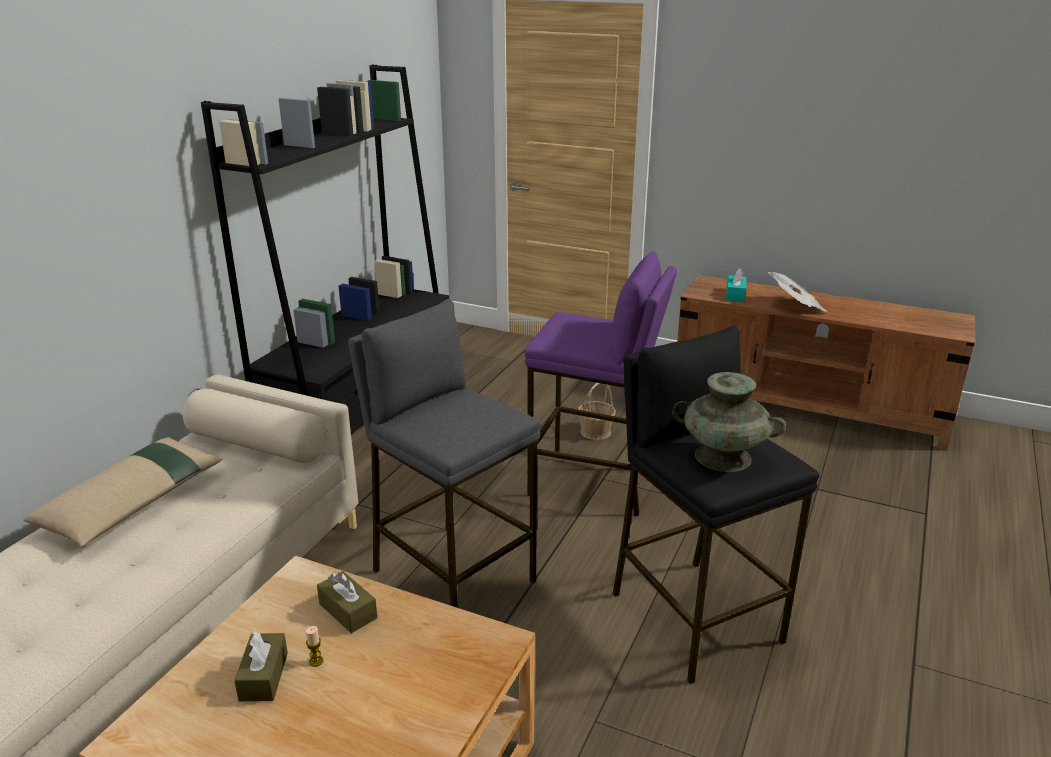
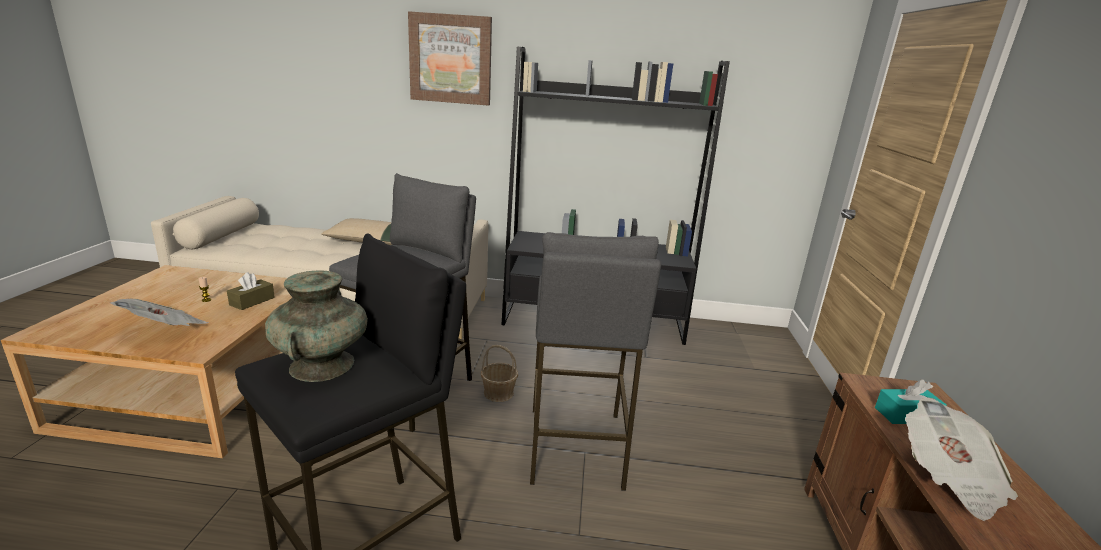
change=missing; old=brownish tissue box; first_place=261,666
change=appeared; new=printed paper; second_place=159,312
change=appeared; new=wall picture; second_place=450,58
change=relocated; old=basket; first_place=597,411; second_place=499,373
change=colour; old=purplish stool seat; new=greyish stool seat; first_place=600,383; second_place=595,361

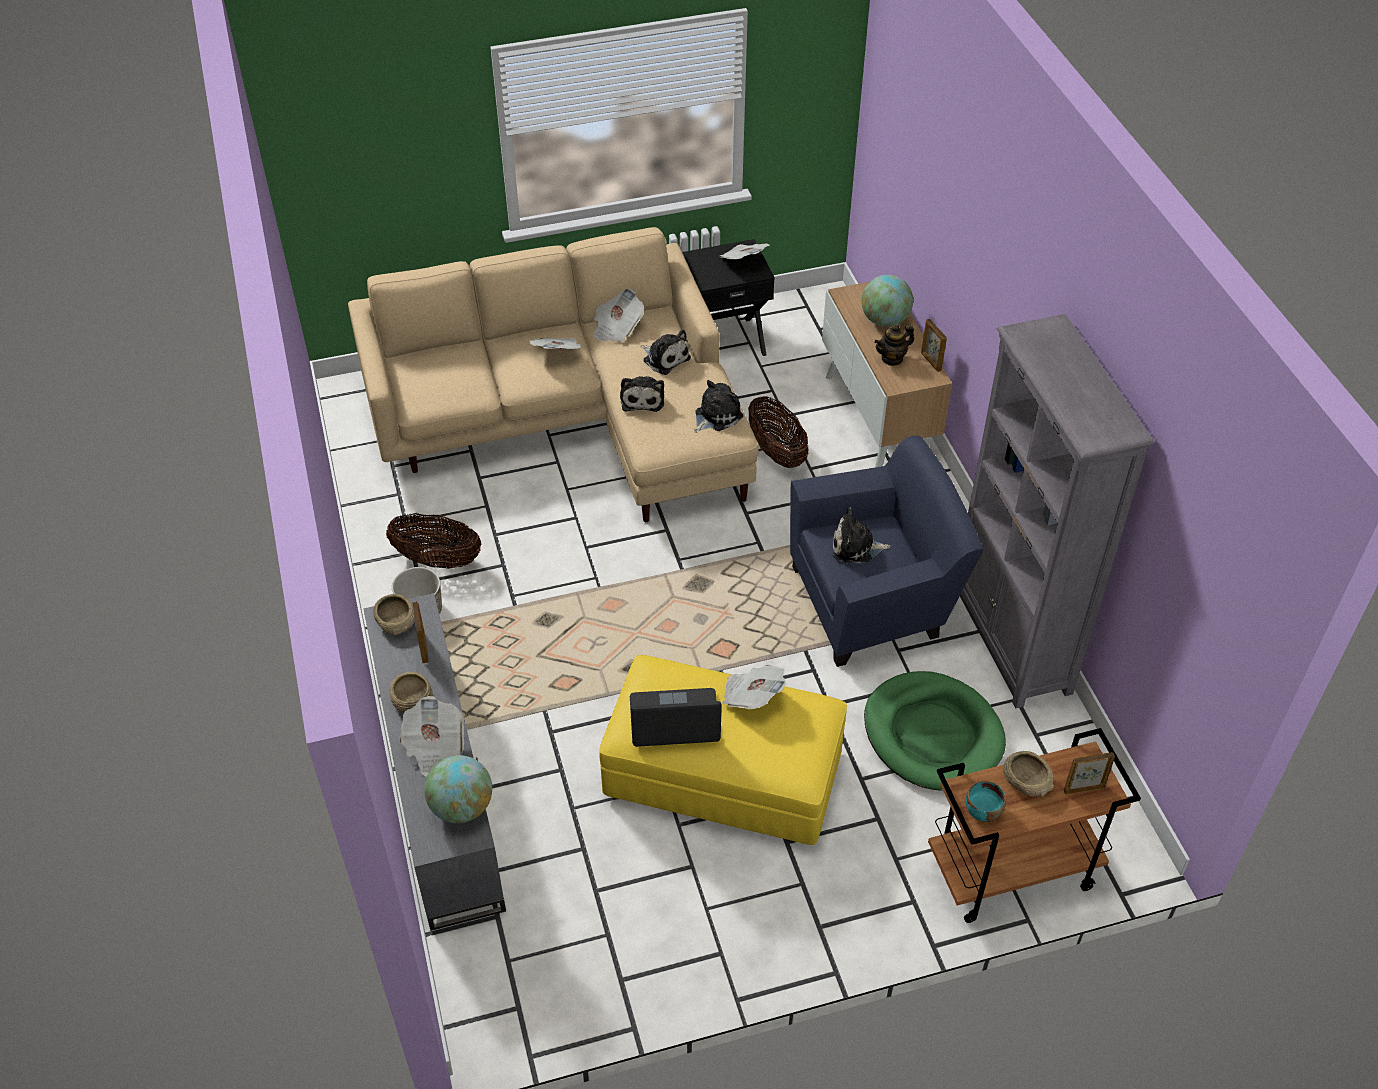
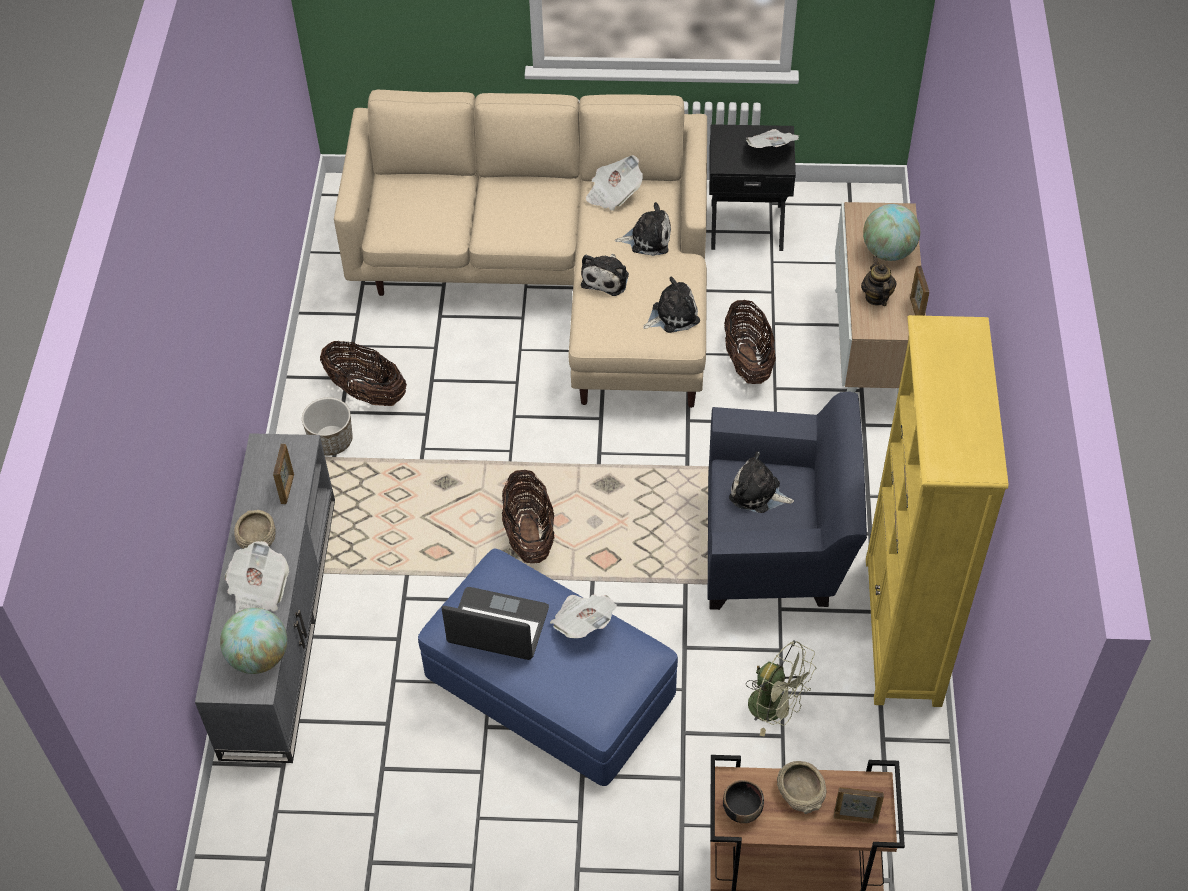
change=missing; old=beige-coloured deep dish; first_place=394,614
change=missing; old=printed paper; first_place=555,343
change=appeared; new=basket; second_place=528,516
change=exchanged; old=green pet bed; new=green cooling fan; first_place=935,731; second_place=781,689
change=colour; old=yellowish footrest; new=blue footrest; first_place=723,750; second_place=548,667
change=colour; old=greyish bookcase; new=yellowish bookcase; first_place=1057,511; second_place=937,511
change=colour; old=blue-green deep dish; new=black-coloured deep dish; first_place=986,801; second_place=743,801
change=spun; old=soft toy; first_place=666,352; second_place=643,229; degrees=-60
change=spun; old=tea pot; first_place=894,345; second_place=878,281; degrees=90

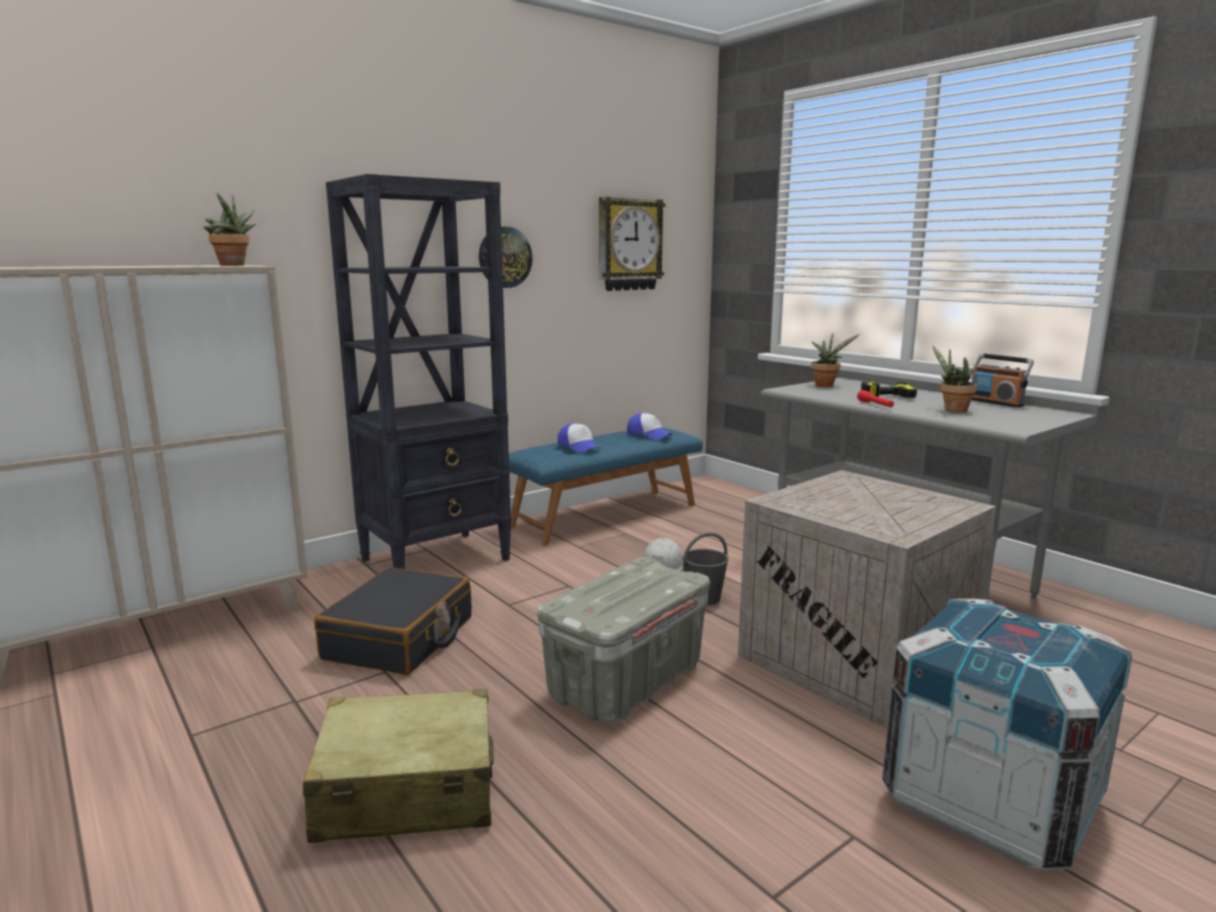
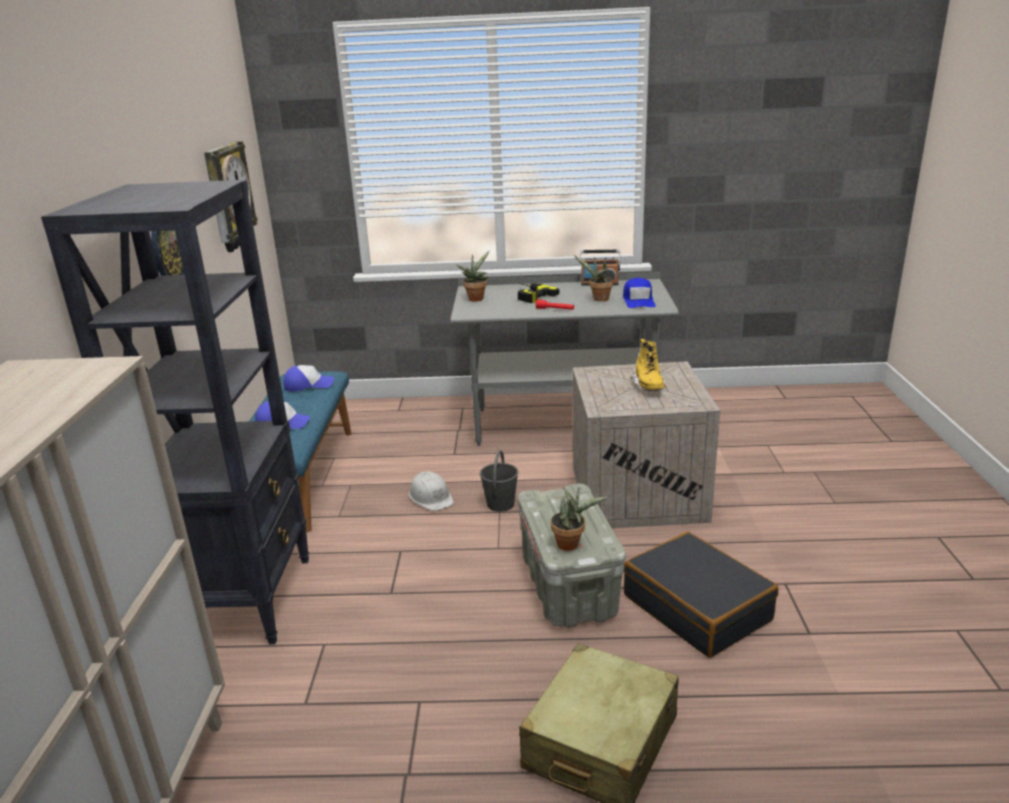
change=missing; old=crate; first_place=1007,734
change=appeared; new=blue peaked cap; second_place=639,293
change=appeared; new=yellowish tall boot; second_place=648,365
change=relocated; old=plant in a pot; first_place=230,229; second_place=579,519
change=relocated; old=black-coloured piece of luggage; first_place=393,621; second_place=701,595

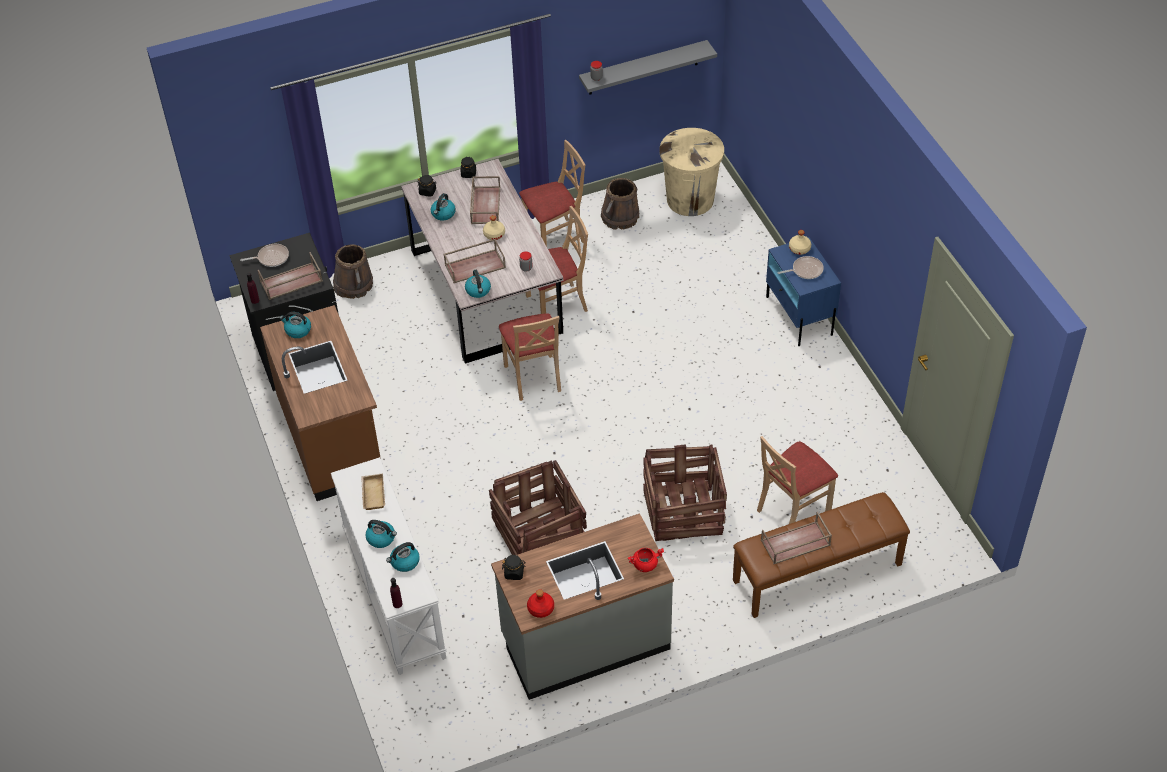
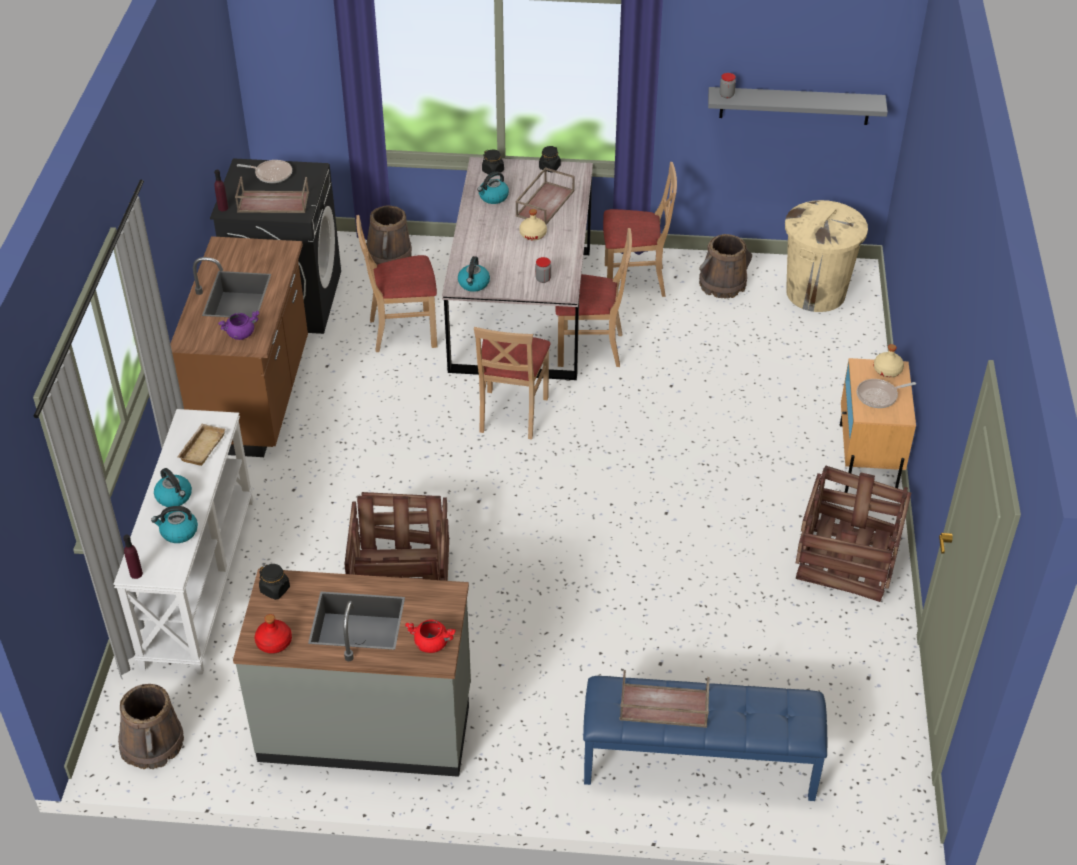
change=missing; old=kettle; first_place=295,325
change=missing; old=brownish carrying tray; first_place=475,261
change=appeared; new=brownish water bucket; second_place=151,726
change=appeared; new=purplish cooking pot; second_place=238,325
change=relocated; old=crate; first_place=685,492; second_place=853,533
change=relocated; old=beige-coloured upright chair; first_place=797,480; second_place=396,283
change=colour; old=brownish long seat; new=blue long seat; first_place=821,555; second_place=705,738
change=colour; old=blue night table; new=beige-coloured night table; first_place=803,291; second_place=878,425
change=spun; old=skillet; first_place=801,267; second_place=886,393; degrees=150

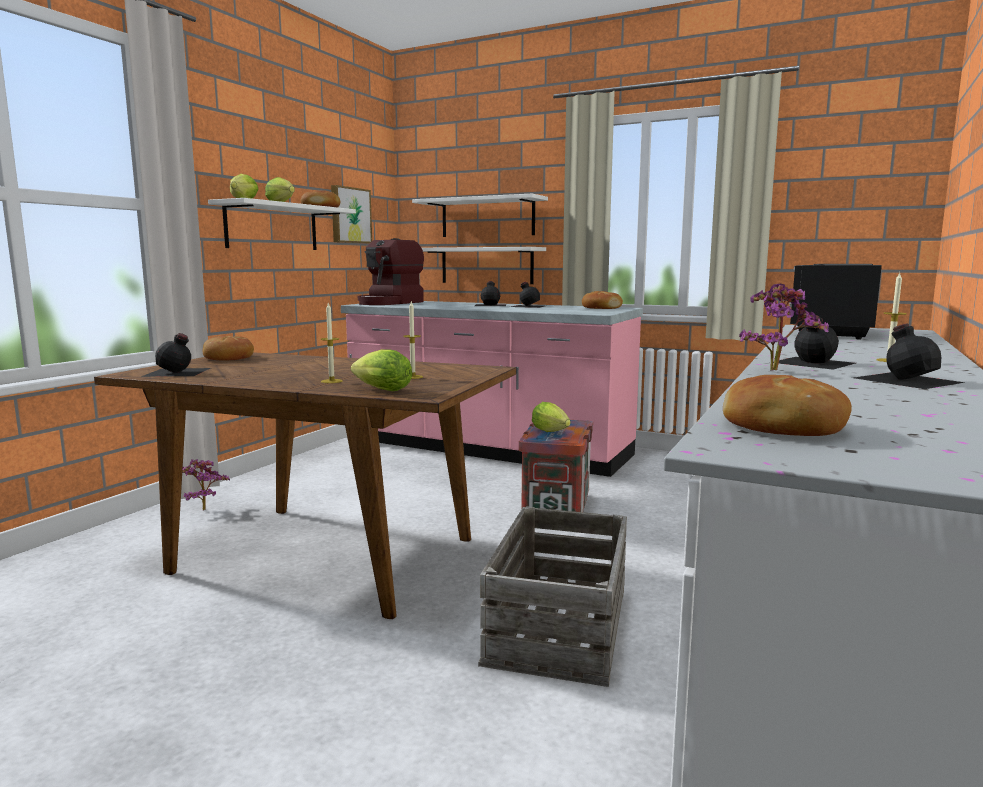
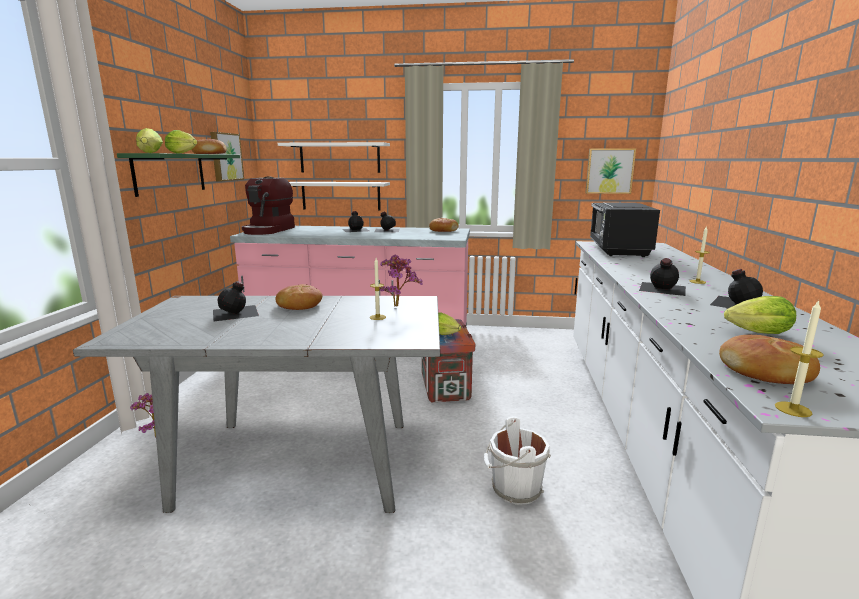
change=appeared; new=wall picture; second_place=610,171
change=relocated; old=black-coloured drink bottle; first_place=176,355; second_place=236,301
change=relocated; old=baked bread; first_place=228,348; second_place=298,297
change=relocated; old=candle; first_place=332,343; second_place=799,358
change=relocated; old=lettuce; first_place=381,370; second_place=760,315
change=relocated; old=plant in a pot; first_place=784,327; second_place=401,281
change=exchanged; old=crate; new=white-coloured water bucket; first_place=552,596; second_place=517,460
change=colour; old=brownish kitchen table; new=greyish kitchen table; first_place=305,485; second_place=256,404
change=colour; old=white-coloured shelf; new=green shelf; first_place=282,224; second_place=178,175

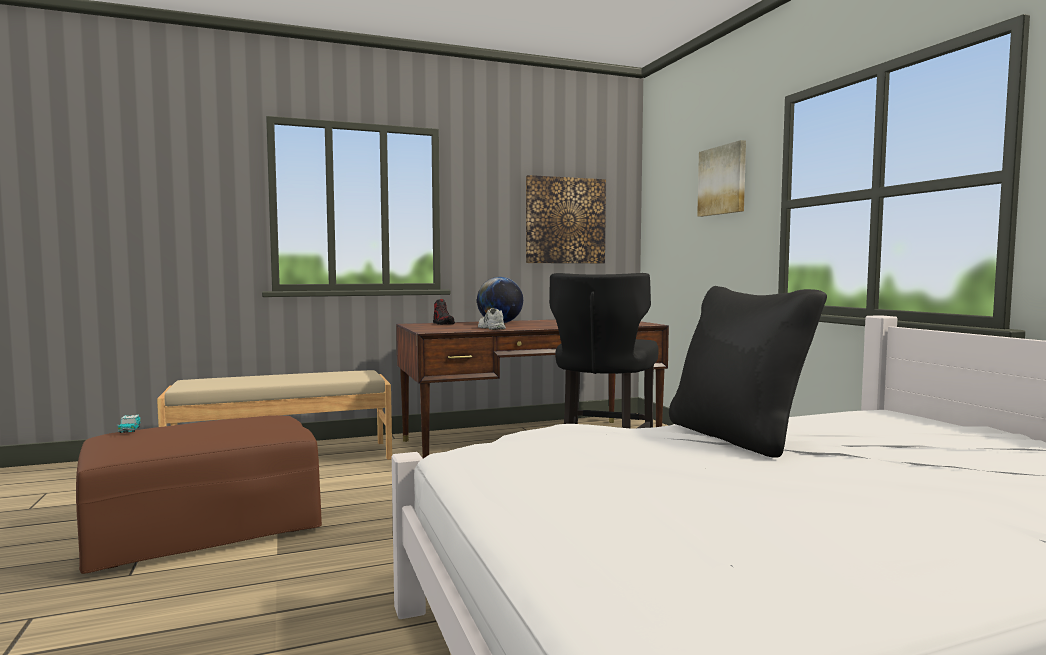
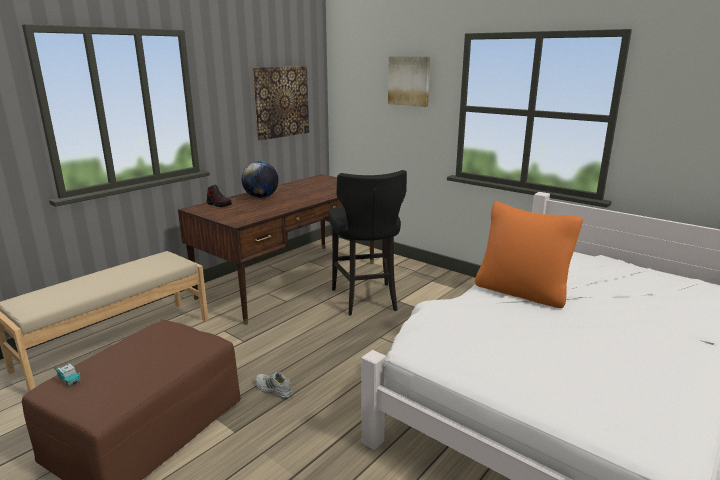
change=relocated; old=white-coloured item of footwear; first_place=492,319; second_place=275,385
change=colour; old=black-coloured pillow; new=orange pillow; first_place=748,372; second_place=529,255

